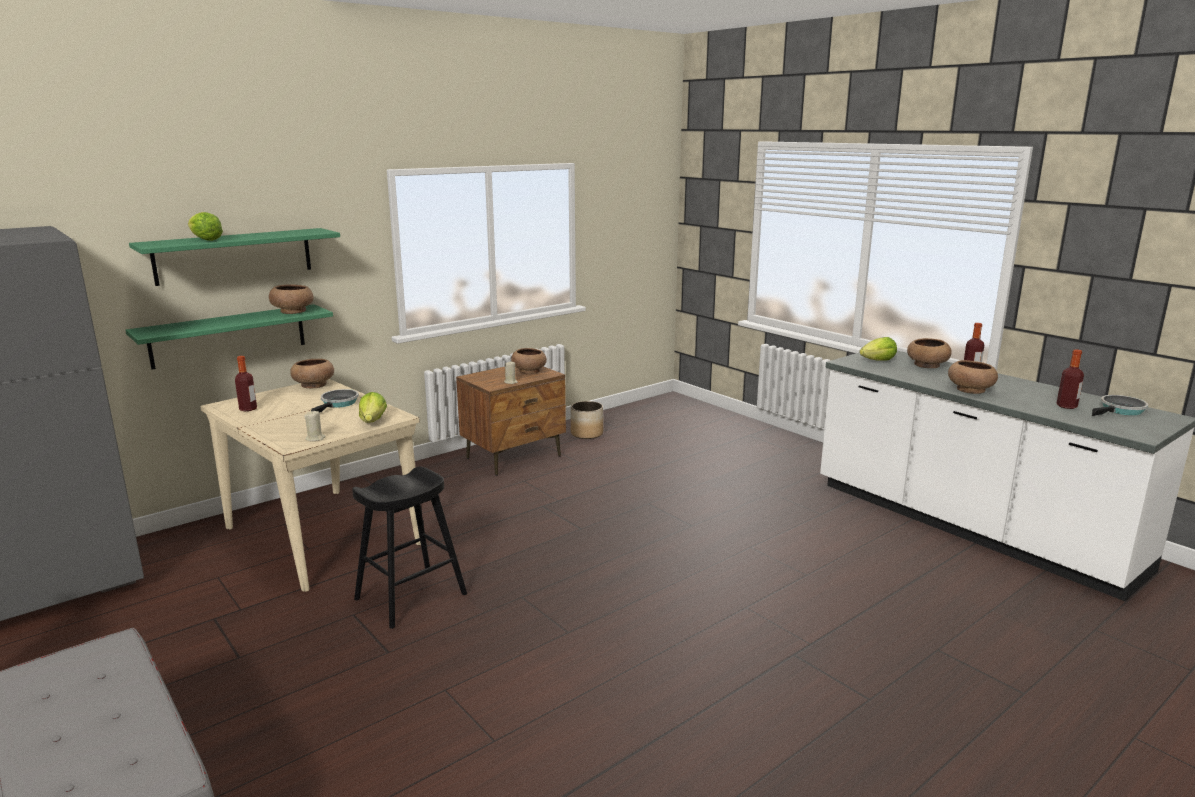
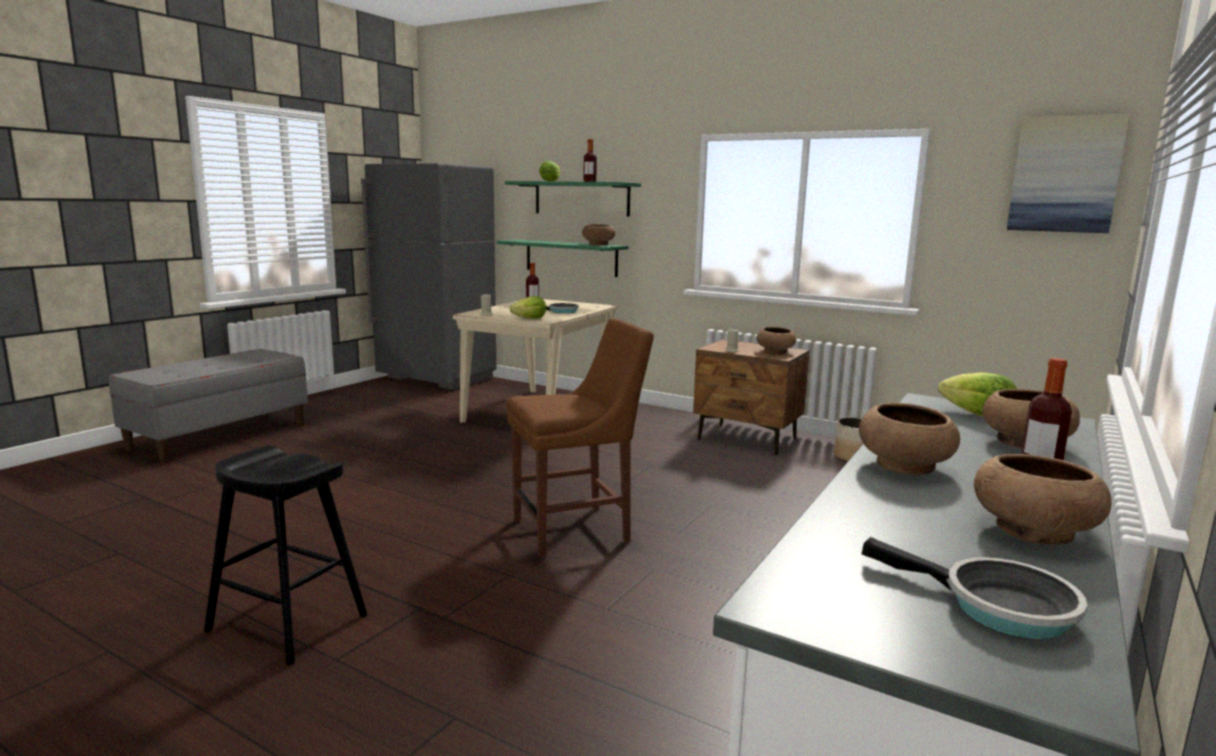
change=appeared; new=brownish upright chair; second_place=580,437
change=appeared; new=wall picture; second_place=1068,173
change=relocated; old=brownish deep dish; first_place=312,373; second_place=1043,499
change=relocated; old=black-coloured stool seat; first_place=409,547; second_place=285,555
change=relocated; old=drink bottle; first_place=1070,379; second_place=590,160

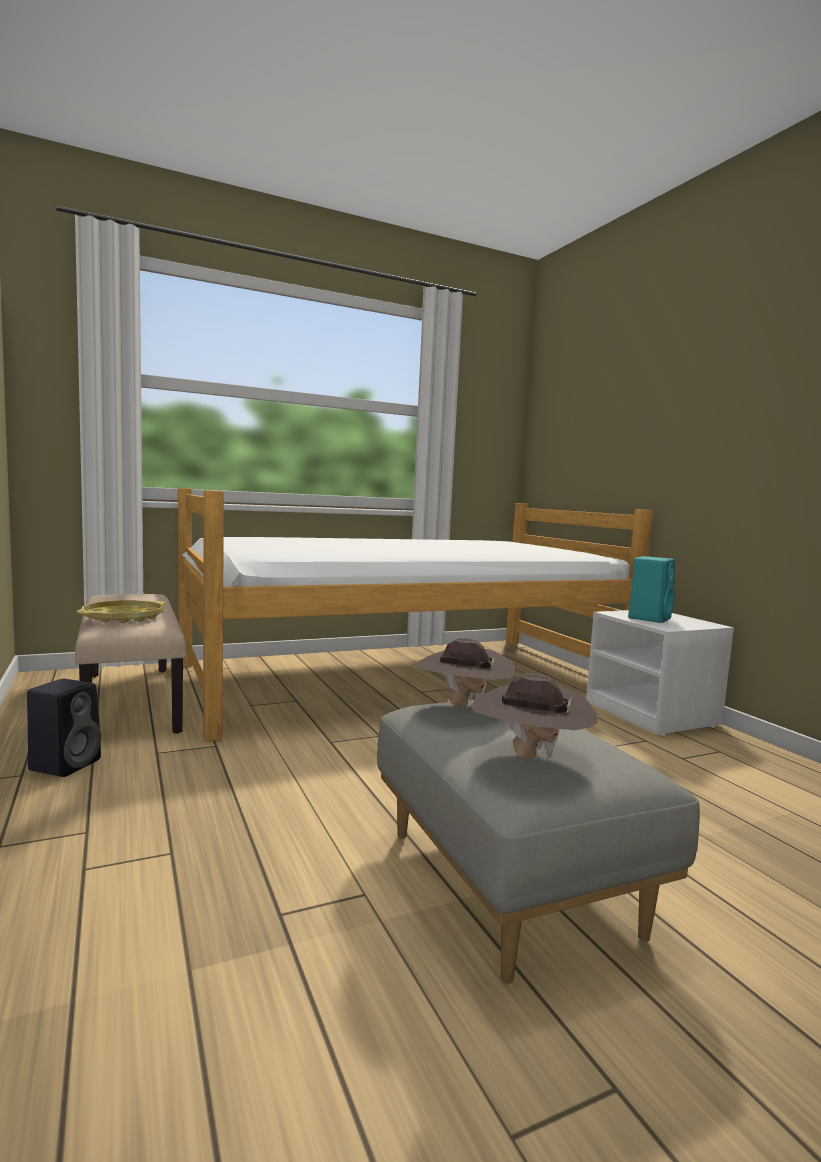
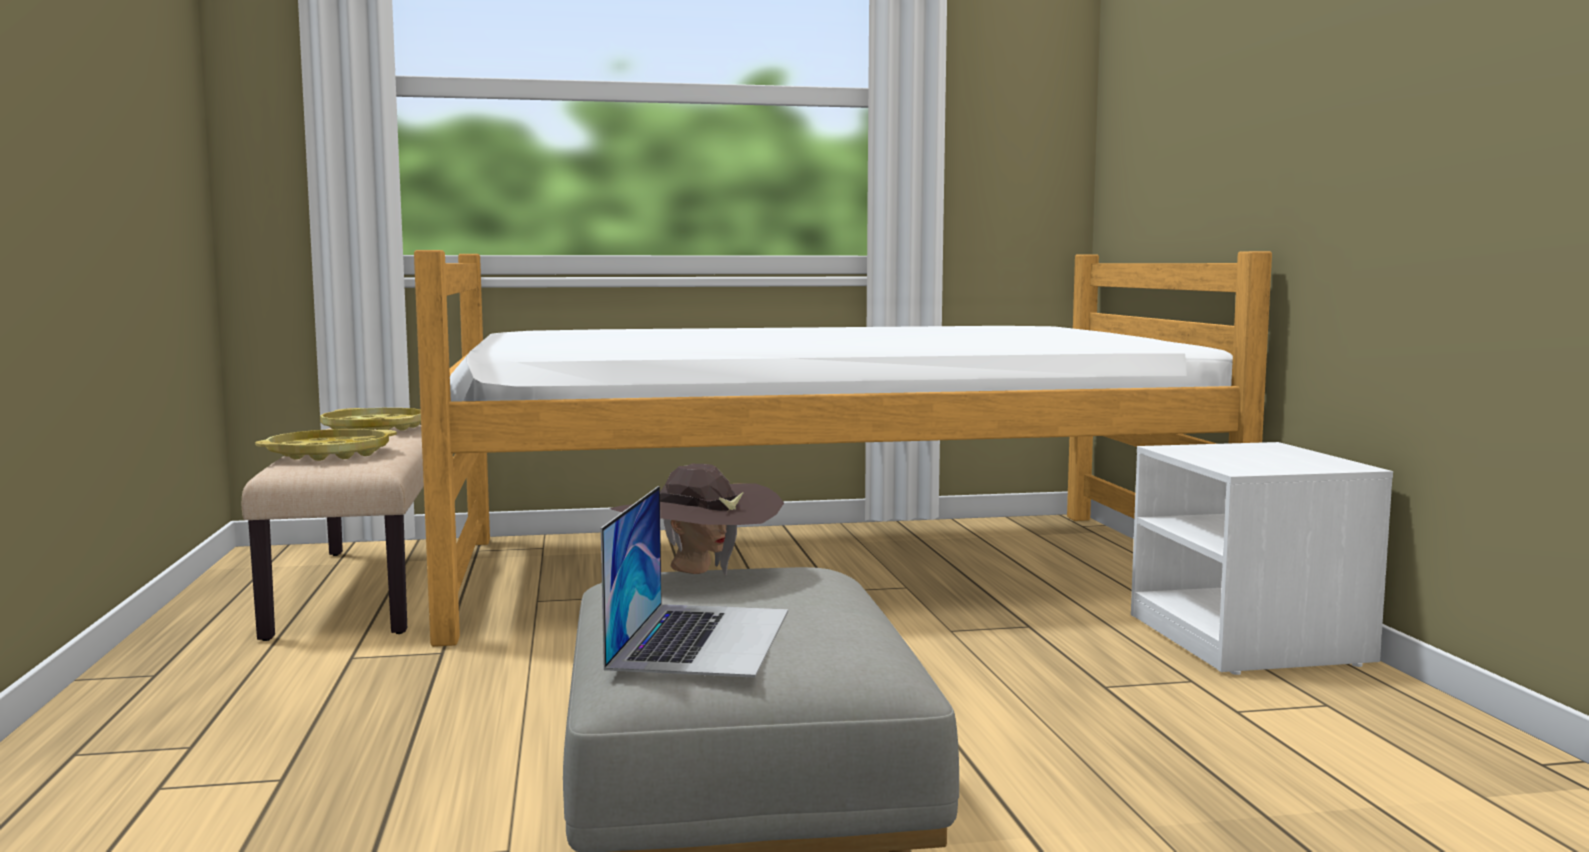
change=missing; old=black-coloured speaker; first_place=64,728
change=missing; old=blue-green speaker; first_place=651,589
change=appeared; new=yellowish carrying tray; second_place=370,419
change=exchanged; old=brownish clothing hat; new=laptop; first_place=534,716; second_place=694,582

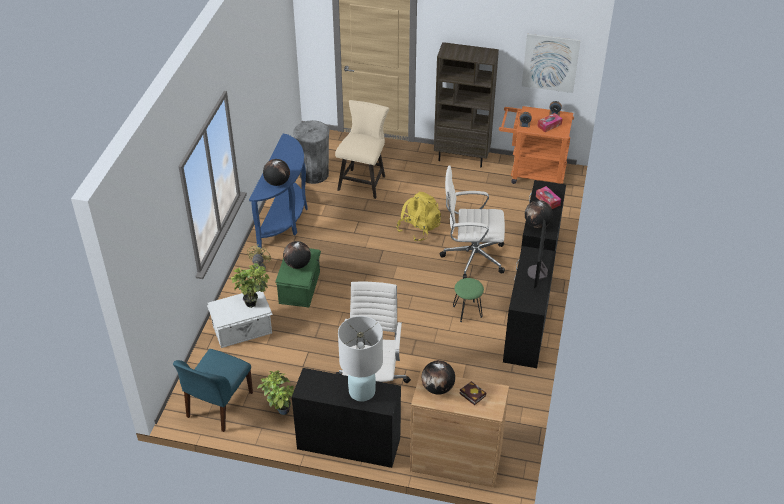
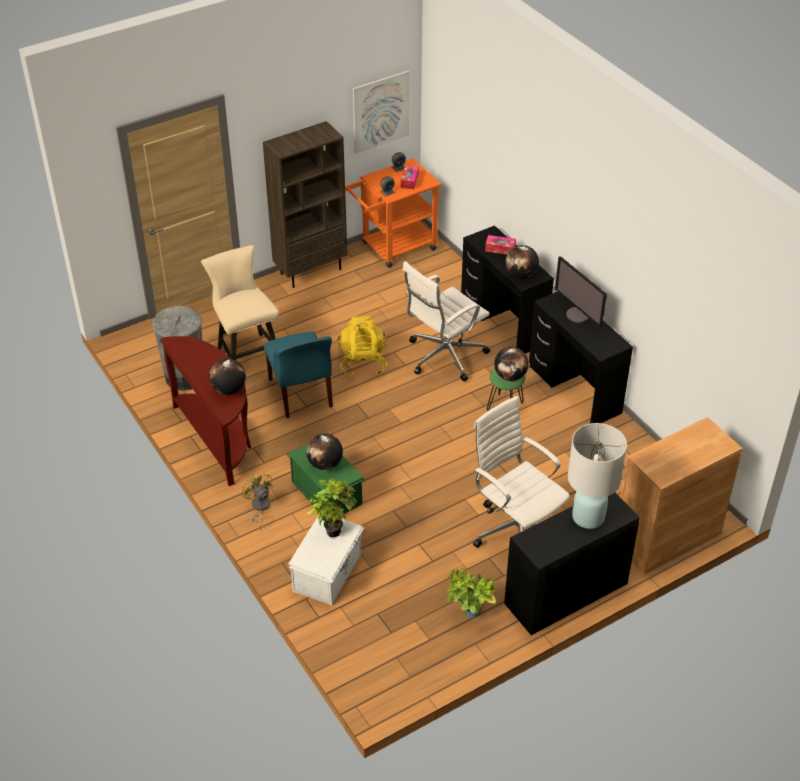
change=missing; old=volume; first_place=472,393
change=relocated; old=blue upright chair; first_place=213,390; second_place=298,375
change=relocated; old=desk globe; first_place=438,377; second_place=511,364
change=colour; old=blue hall table; new=brownish hall table; first_place=278,191; second_place=205,411

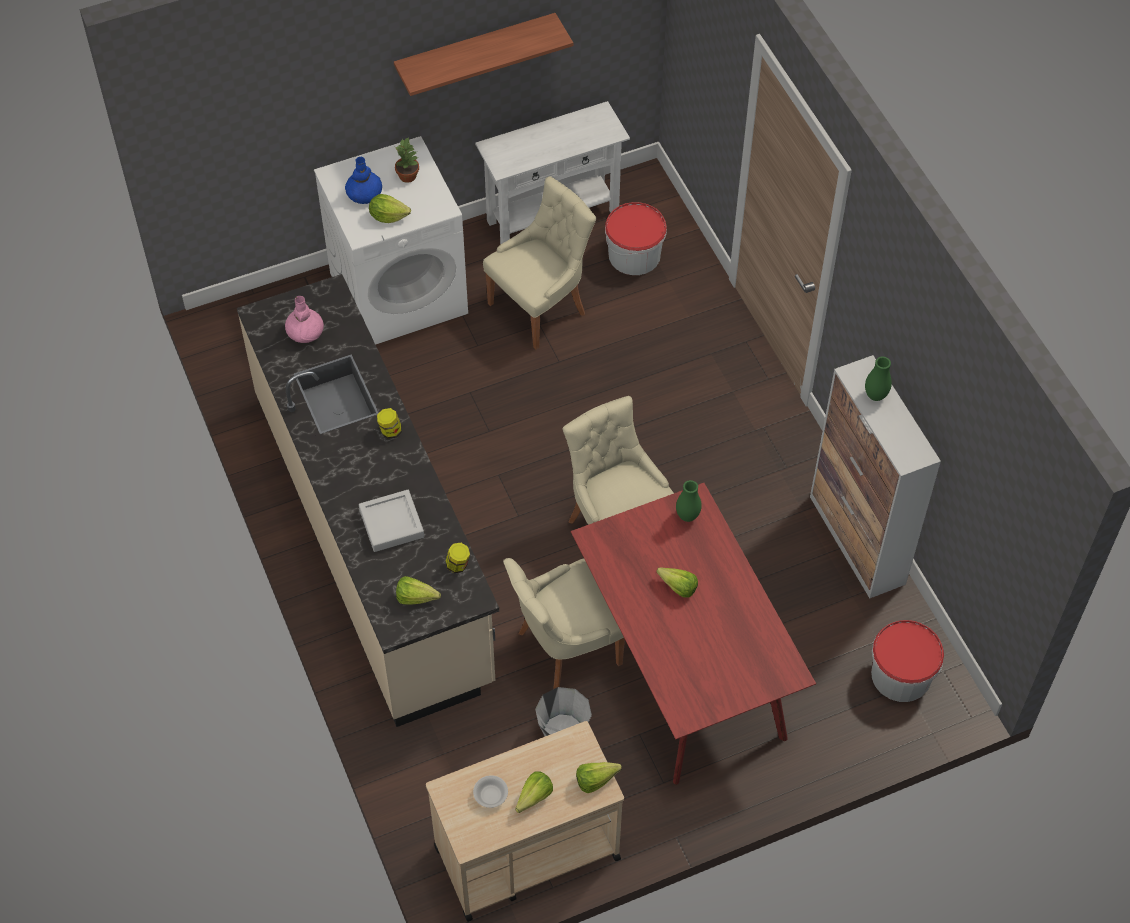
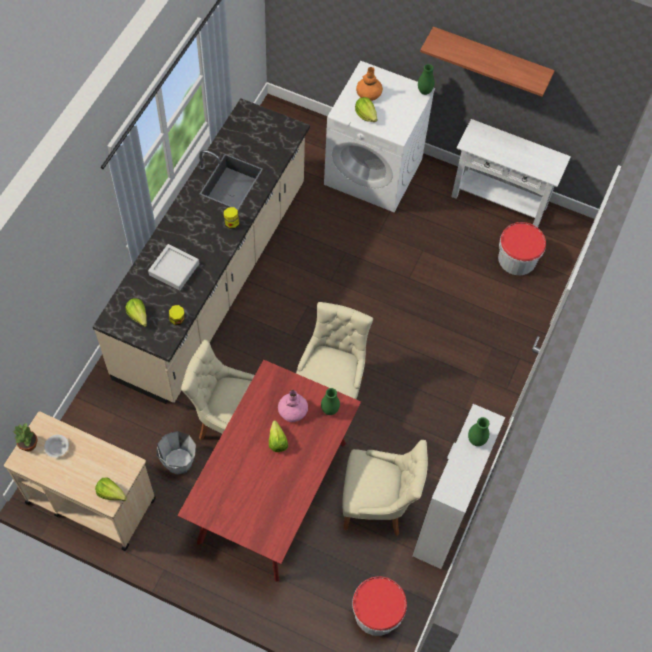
change=missing; old=lettuce; first_place=534,792
change=appeared; new=green decorative vase; second_place=426,79
change=relocated; old=pink-coloured decorative vase; first_place=304,319; second_place=293,406
change=relocated; old=plant in a pot; first_place=407,160; second_place=25,437
change=relocated; old=beige-coloured upright chair; first_place=539,263; second_place=385,488
change=colour; old=blue decorative vase; new=orange decorative vase; first_place=363,180; second_place=369,84

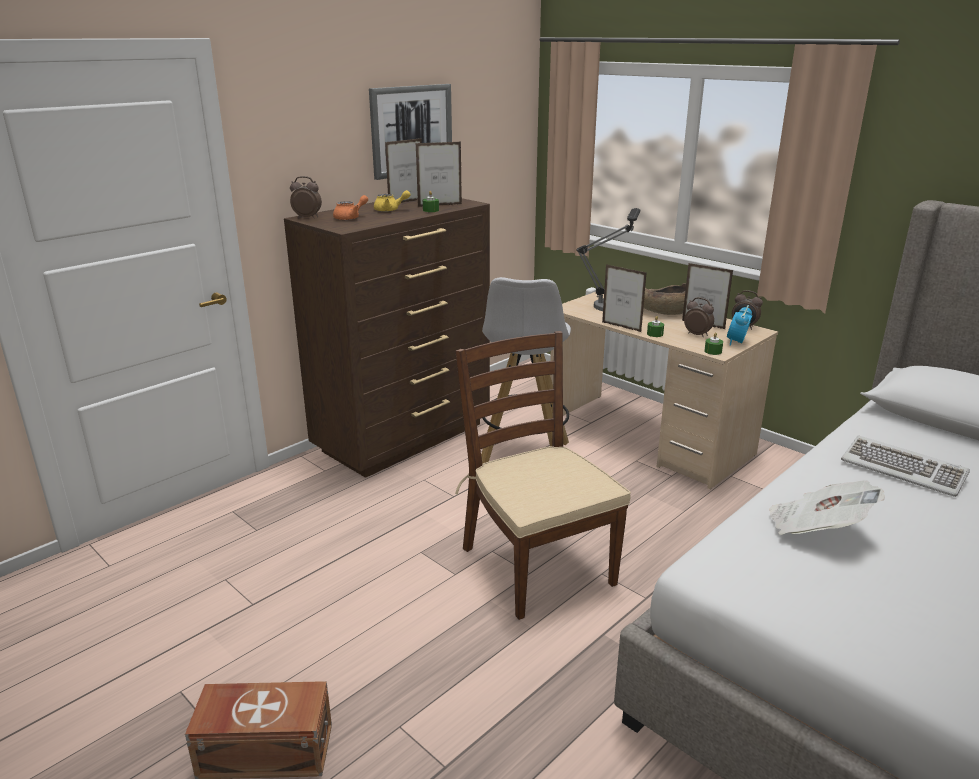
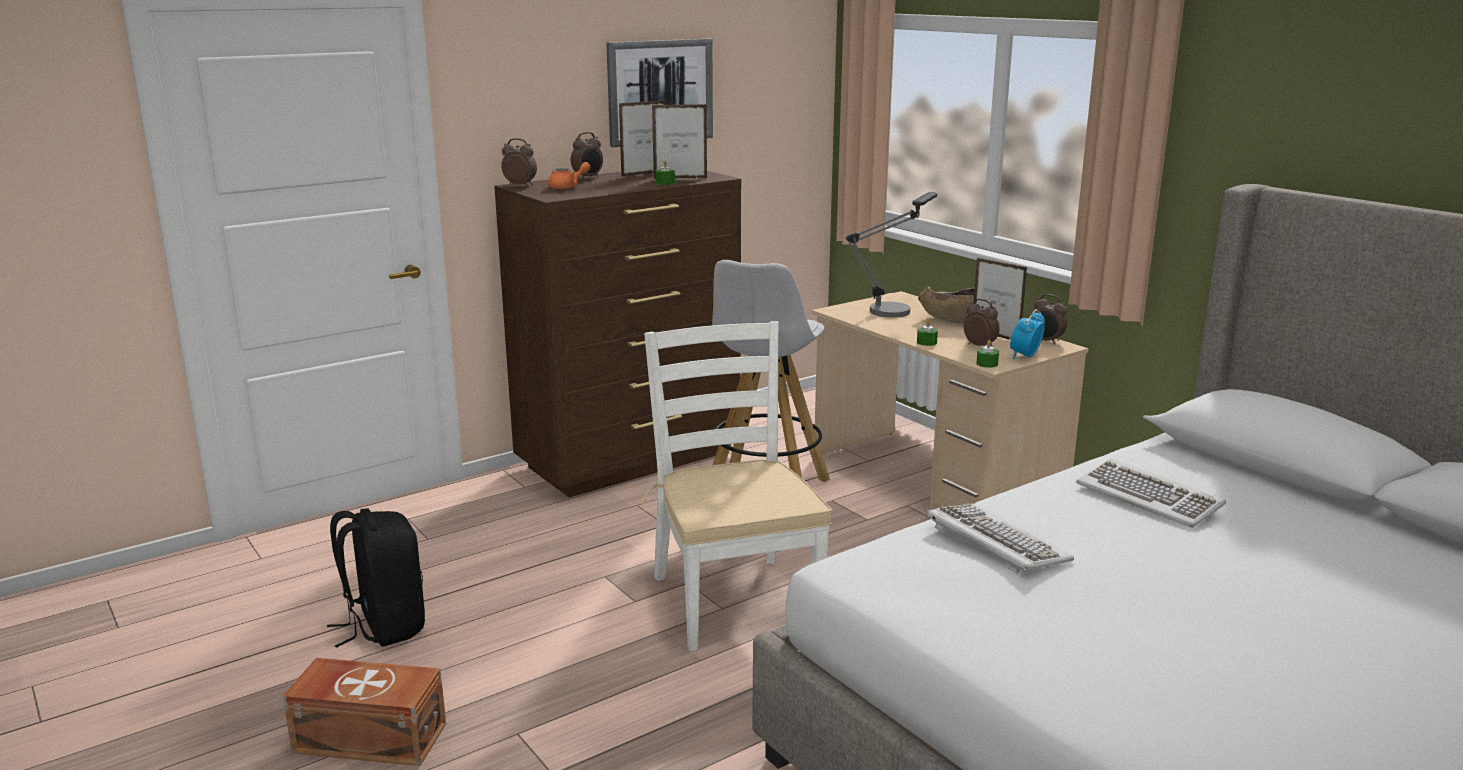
change=missing; old=yellowish tea pot; first_place=392,201
change=missing; old=standing frame; first_place=624,298
change=appeared; new=black-coloured rucksack; second_place=376,578
change=appeared; new=table clock; second_place=587,155
change=exchanged; old=printed paper; new=PC keyboard; first_place=827,507; second_place=1000,538
change=colour; old=brownish upright chair; new=white-coloured upright chair; first_place=543,475; second_place=736,486

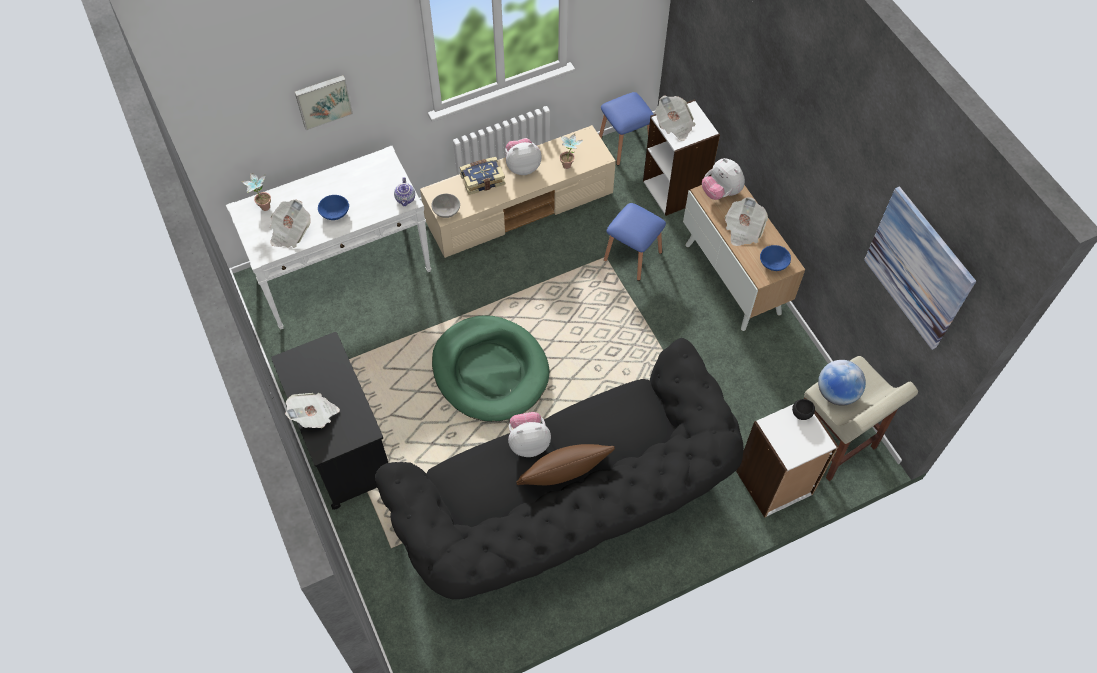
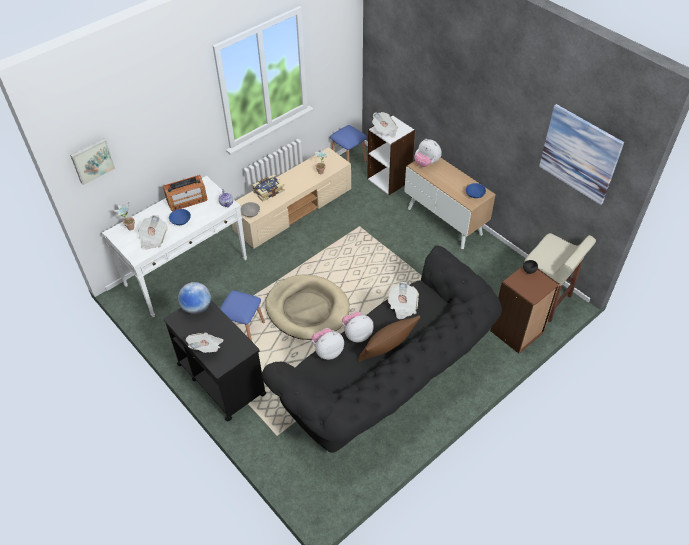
change=appeared; new=radio receiver; second_place=185,193
change=relocated; old=wall picture; first_place=324,103; second_place=92,162
change=relocated; old=soft toy; first_place=523,156; second_place=327,344
change=relocated; old=blue stool seat; first_place=635,242; second_place=242,316
change=relocated; old=printed paper; first_place=746,221; second_place=403,301
change=relocated; old=desk globe; first_place=842,383; second_place=194,298
change=colour; old=green pet bed; new=beige-coloured pet bed; first_place=491,368; second_place=307,307
change=colour; old=white-coloured bookcase; new=brownish bookcase; first_place=787,458; second_place=525,310

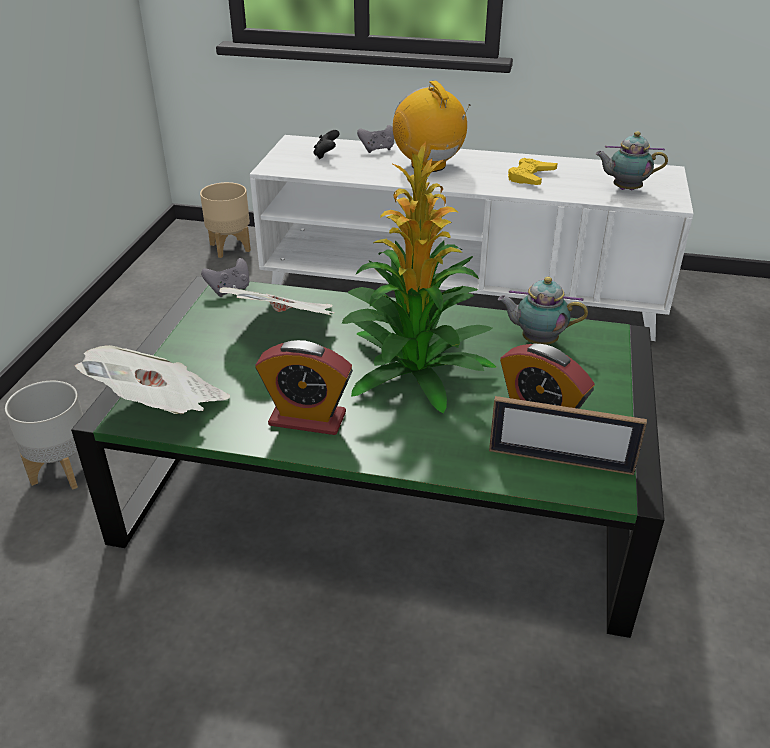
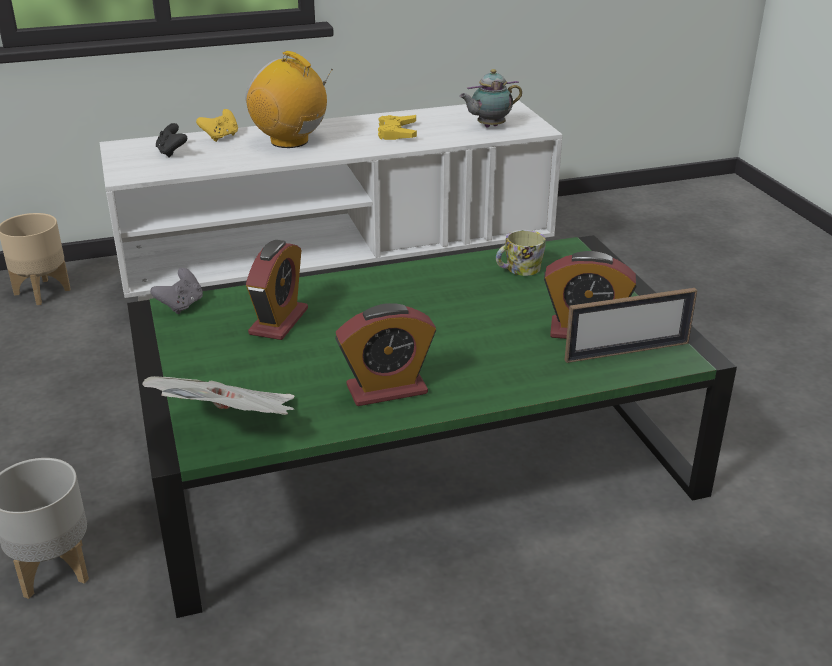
change=missing; old=plant in a pot; first_place=418,277
change=exchanged; old=printed paper; new=table clock; first_place=276,301; second_place=277,290
change=exchanged; old=tea pot; new=tea mug; first_place=543,311; second_place=521,253
change=colour; old=greyish gamepad; new=yellowish gamepad; first_place=375,139; second_place=217,125

